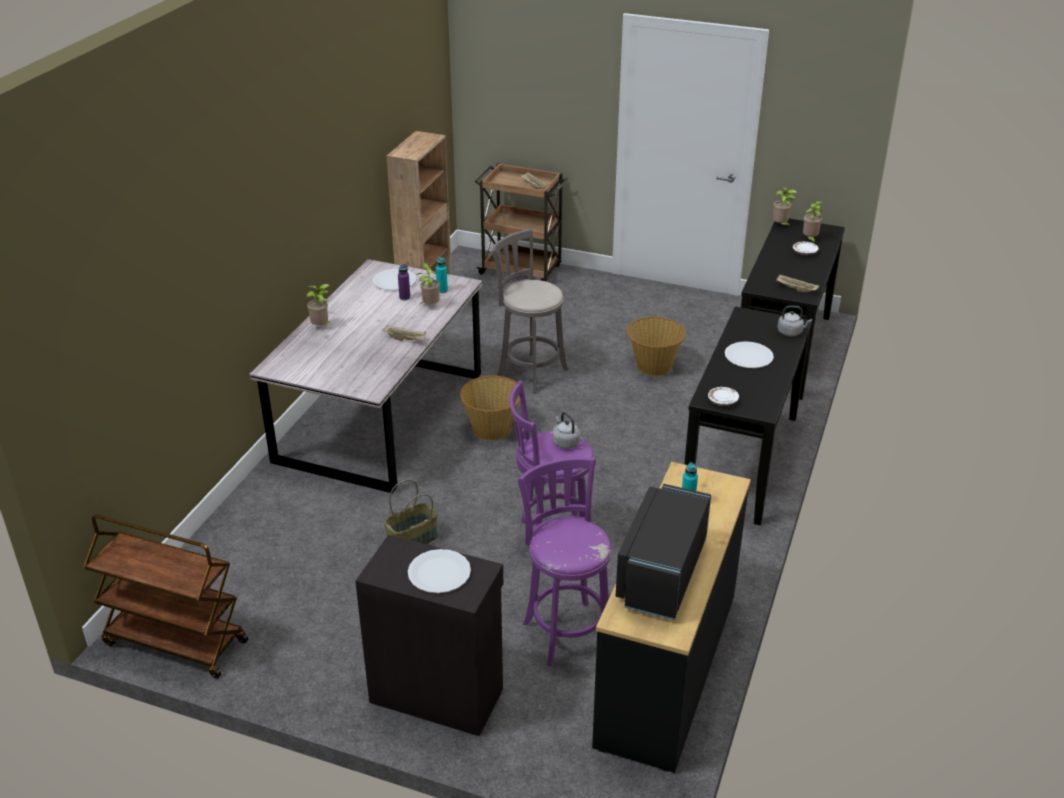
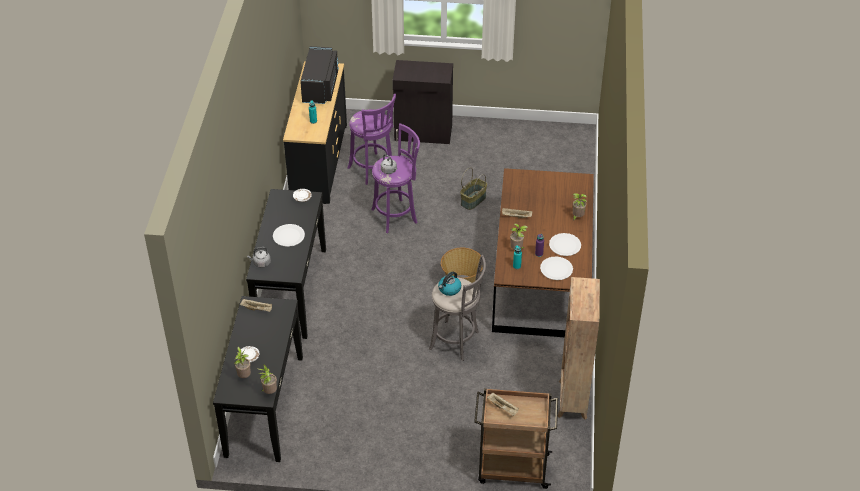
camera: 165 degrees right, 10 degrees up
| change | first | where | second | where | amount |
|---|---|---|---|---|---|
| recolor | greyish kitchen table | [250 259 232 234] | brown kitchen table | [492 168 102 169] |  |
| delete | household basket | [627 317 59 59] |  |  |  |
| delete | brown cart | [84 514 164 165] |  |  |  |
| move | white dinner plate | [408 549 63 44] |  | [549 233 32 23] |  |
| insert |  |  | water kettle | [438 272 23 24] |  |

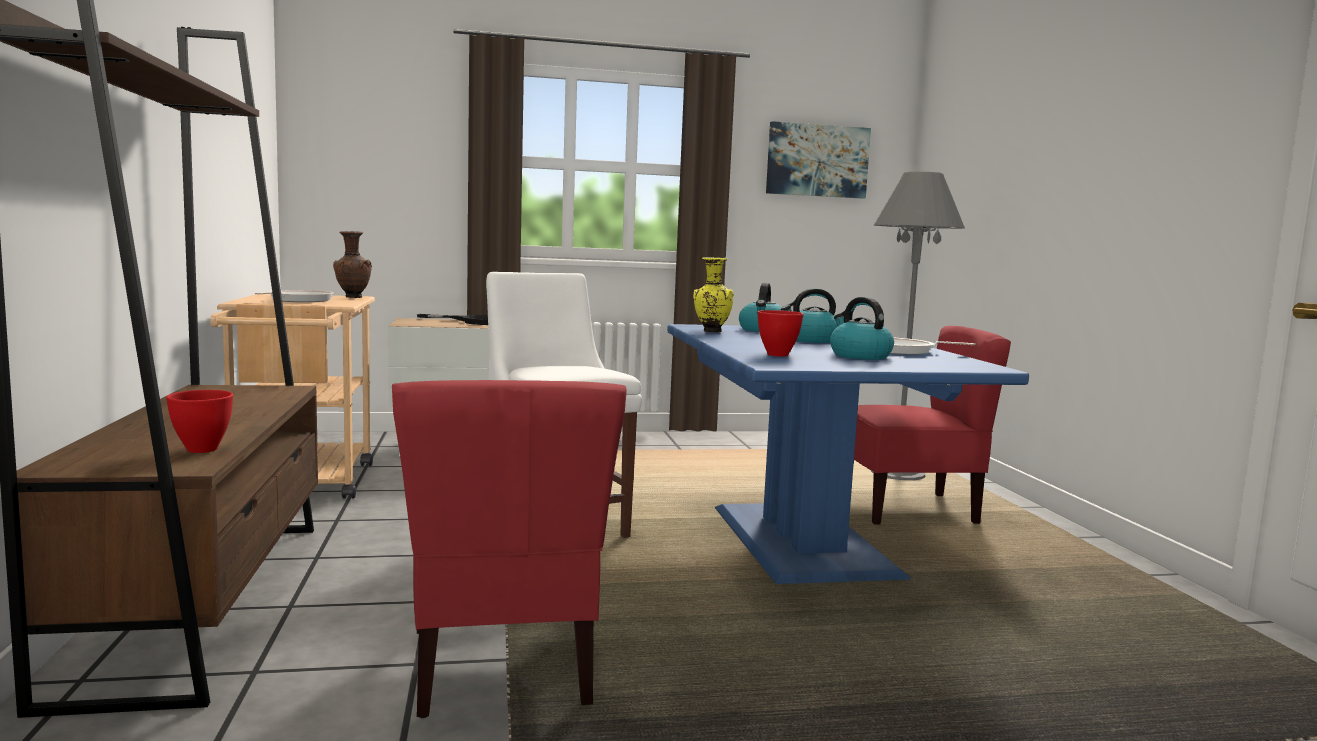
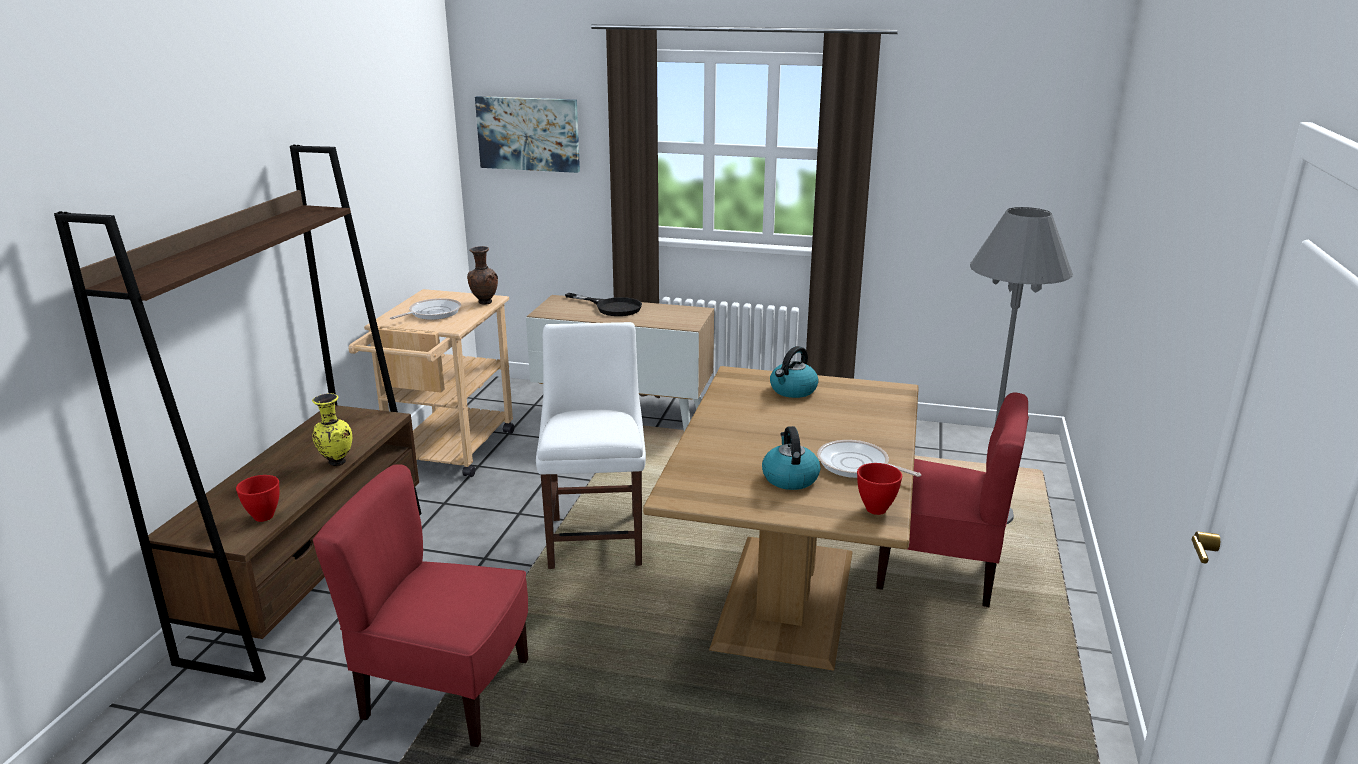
camera: 25 degrees right, 15 degrees up
| change | first | where | second | where | amount |
|---|---|---|---|---|---|
| move | wall art | [766 121 105 78] |  | [475 96 105 77] |  |
| move | yellow-coloured decorative vase | [693 257 41 75] |  | [312 393 40 73] |  |
| delete | water kettle | [781 288 57 55] |  |  |  |
| move | reddish serving bowl | [757 310 47 46] |  | [857 463 45 52] |  |
| recolor | blue kitchen table | [667 324 362 260] | brown kitchen table | [643 366 276 305] |  |
| rotate | reddish upright chair | [392 380 235 338] |  | [313 464 215 283] | 90 degrees clockwise |

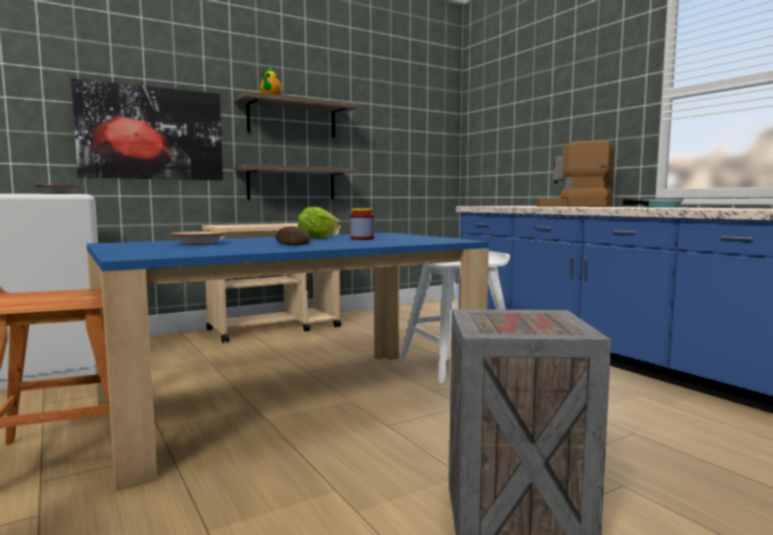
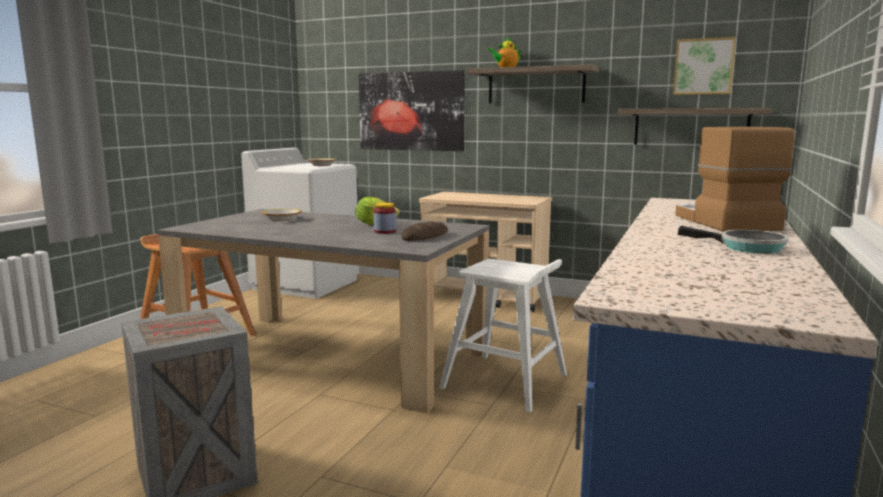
camera: 55 degrees right, 5 degrees up
| change | first | where | second | where | amount |
|---|---|---|---|---|---|
| move | bracket shelf | [234 164 124 35] |  | [618 108 153 36] |  |
| move | bread | [276 227 34 18] |  | [401 221 47 20] |  |
| recolor | blue kitchen table | [87 233 402 258] | greyish kitchen table | [157 209 332 205] |  |
| insert |  |  | wall art | [673 37 63 58] |  |

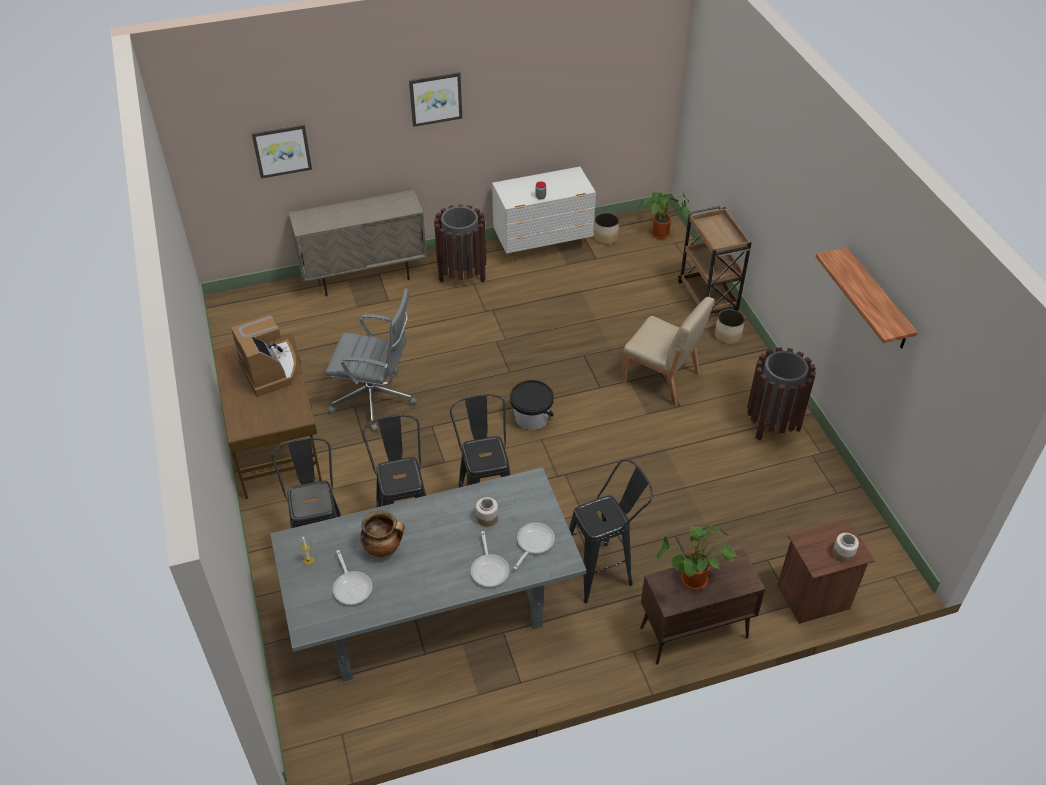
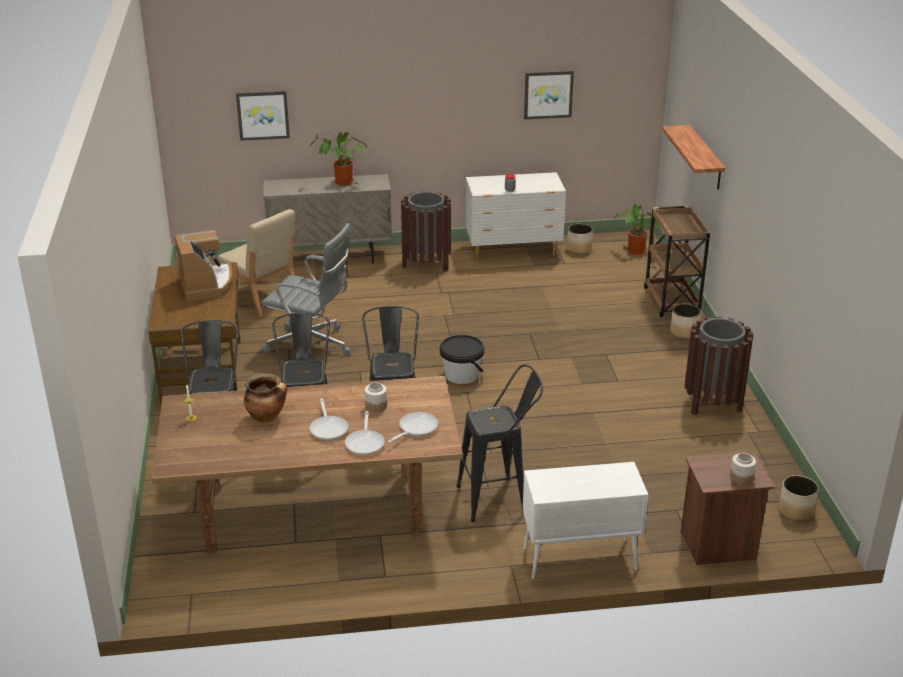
camera: 10 degrees right, 15 degrees down
| change | first | where | second | where | amount |
|---|---|---|---|---|---|
| move | wall art | [409 72 53 55] |  | [524 71 50 49] |  |
| move | bracket shelf | [816 247 102 102] |  | [662 125 63 65] |  |
| move | sand-coloured upright chair | [622 297 92 109] |  | [218 209 77 108] |  |
| recolor | greyish kitchen table | [270 467 316 215] | brown kitchen table | [152 376 311 178] |  |
| move | potted plant | [657 524 80 66] |  | [310 132 57 54] |  |
| recolor | brown cabinet | [640 549 126 116] | white cabinet | [523 462 125 118] |  |
| move | frying pan | [333 550 39 55] |  | [309 398 40 43] |  |
| insert |  |  | planter | [778 475 41 46] |  |

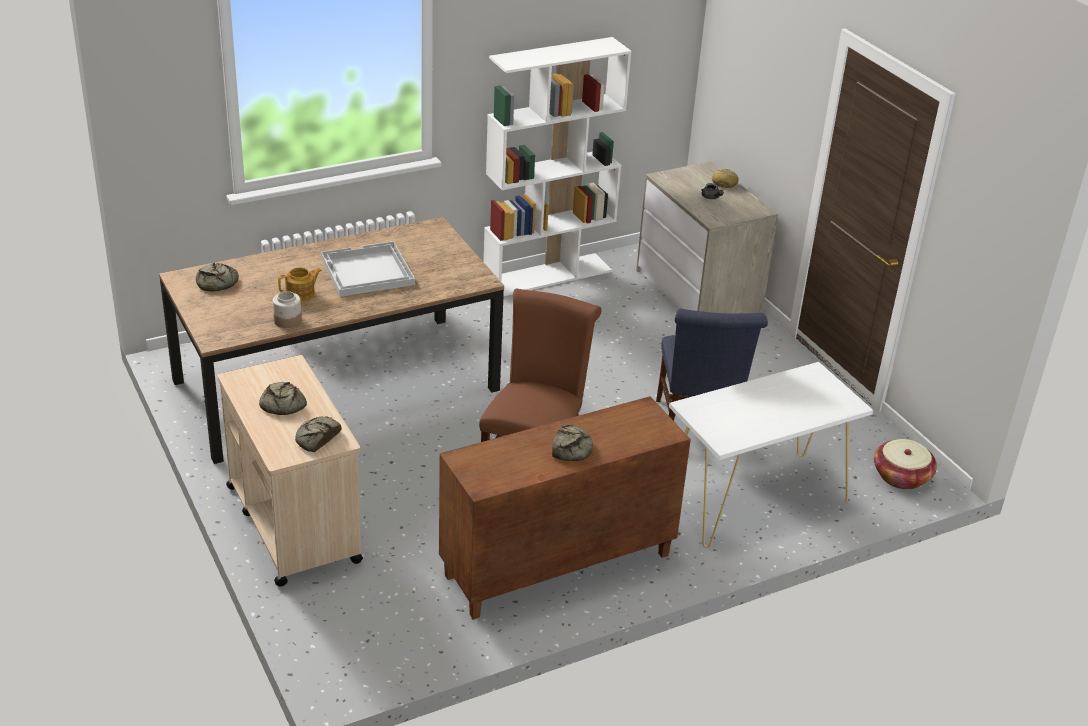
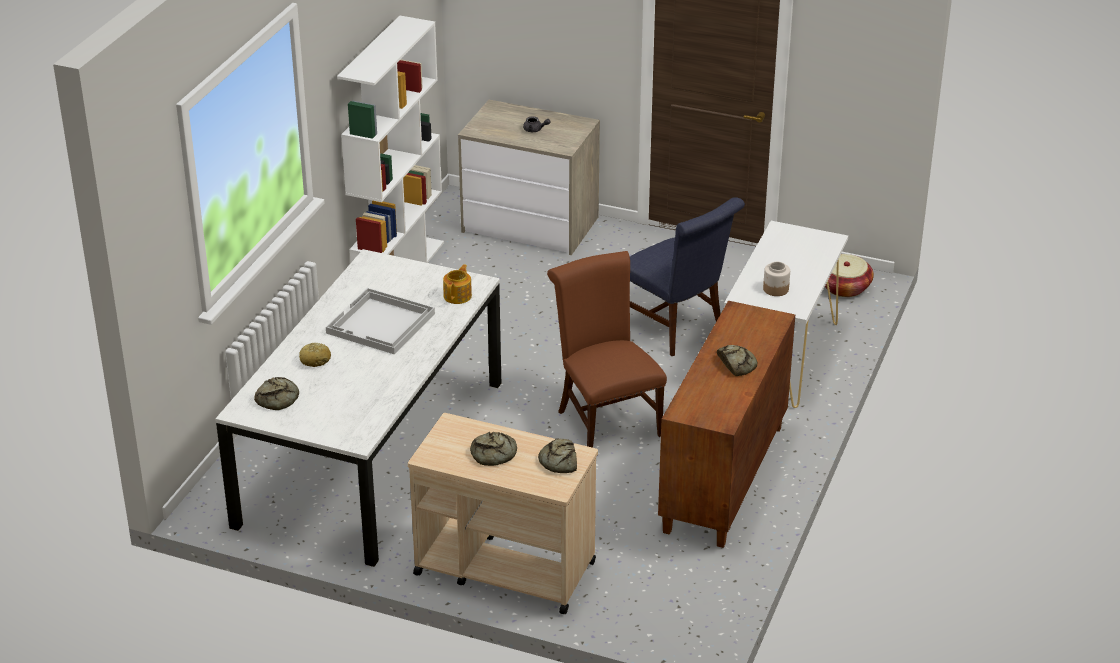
camera: 40 degrees left, 0 degrees up
| change | first | where | second | where | amount |
|---|---|---|---|---|---|
| move | bread | [712 169 27 19] |  | [299 343 32 24] |  |
| recolor | brown kitchen table | [159 217 345 247] | white kitchen table | [215 249 286 318] |  |
| move | teapot | [278 268 44 34] |  | [443 264 29 40] |  |
| move | preserve jar | [273 291 29 37] |  | [763 262 27 34] |  |

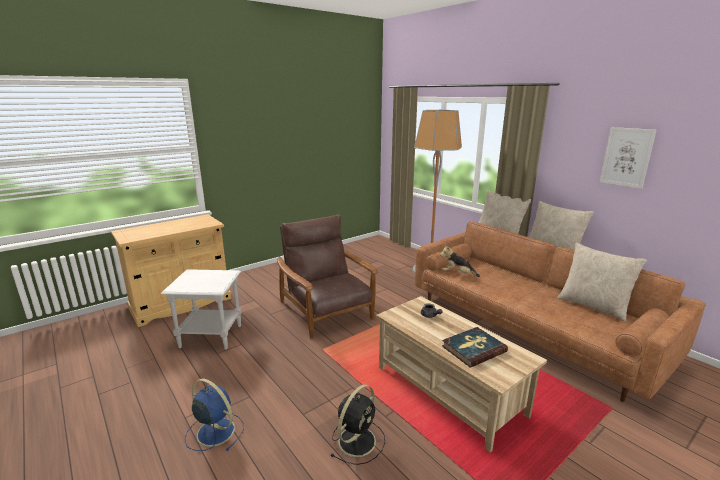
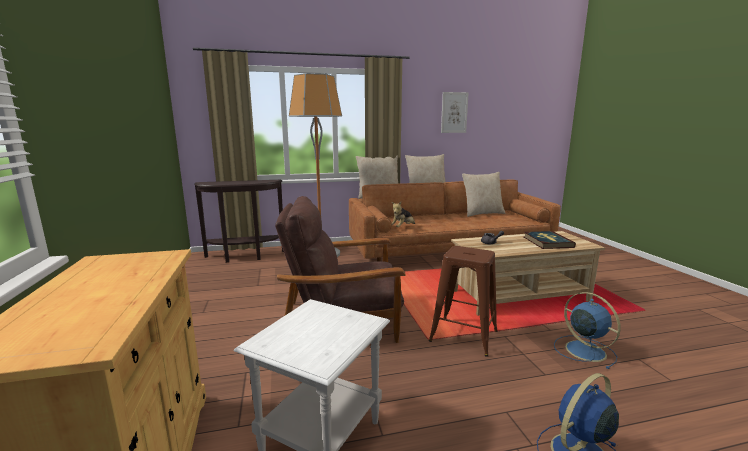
camera: 65 degrees left, 5 degrees down
| change | first | where | second | where | amount |
|---|---|---|---|---|---|
| recolor | black fan | [331 384 54 81] | blue fan | [554 292 67 77] |  |
| insert |  |  | brown console table | [194 180 90 82] |  |
| insert |  |  | brown stool | [429 246 69 110] |  |

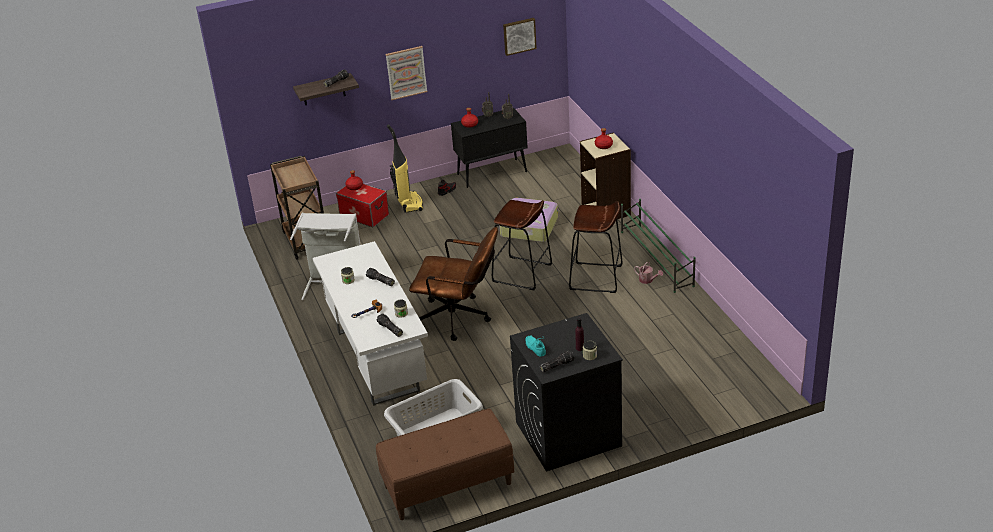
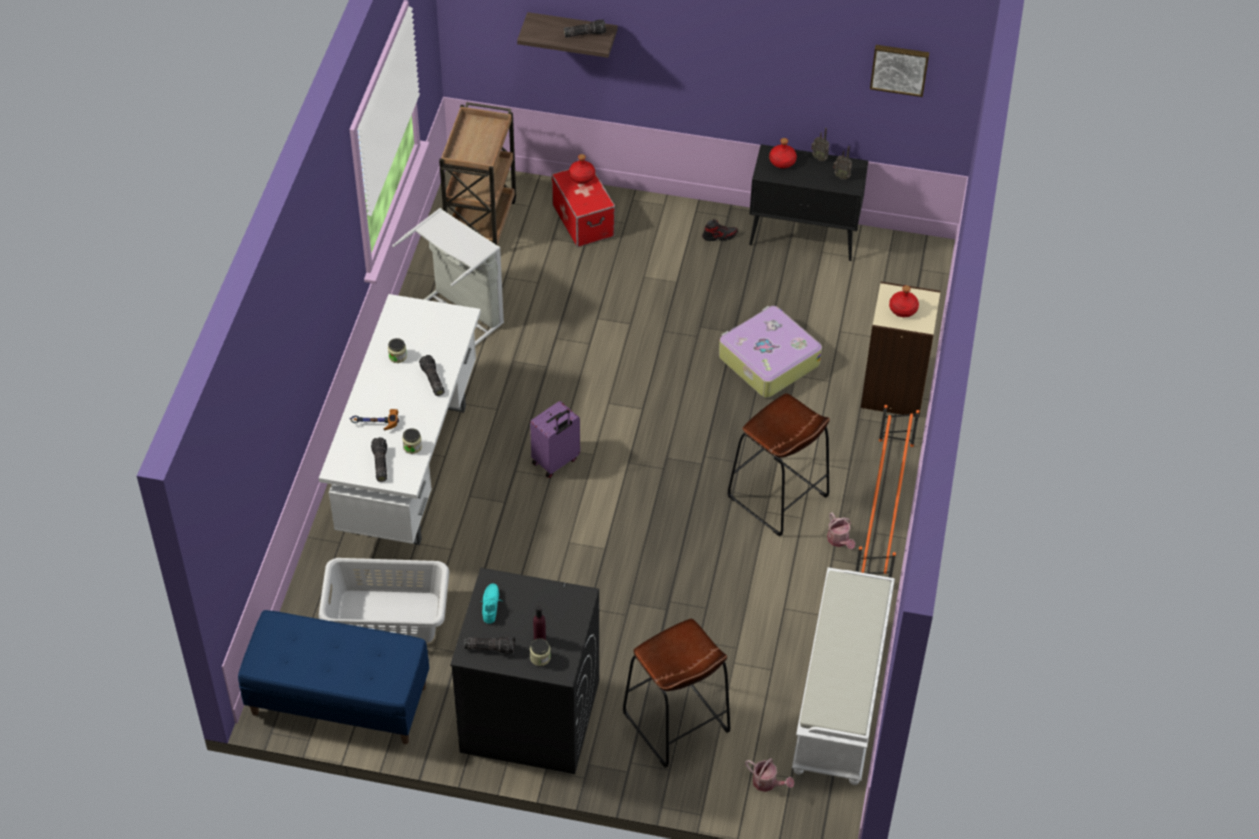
camera: 30 degrees right, 15 degrees up
| change | first | where | second | where | amount |
|---|---|---|---|---|---|
| delete | wall art | [386 46 41 54] |  |  |  |
| delete | vacuum | [387 124 36 89] |  |  |  |
| recolor | green shoe stand | [621 199 75 94] | orangey shoe stand | [855 405 64 173] |  |
| move | brown stool | [492 200 60 90] |  | [623 619 107 149] |  |
| replace | brown office chair | [409 227 89 114] | purple travel case | [530 401 50 77] |  |
| recolor | brown indoor bench | [376 408 138 112] | blue indoor bench | [238 610 191 134] |  |
| insert |  |  | white indoor bench | [792 567 103 218] |  |
| insert |  |  | watering pot | [745 758 49 34] |  |

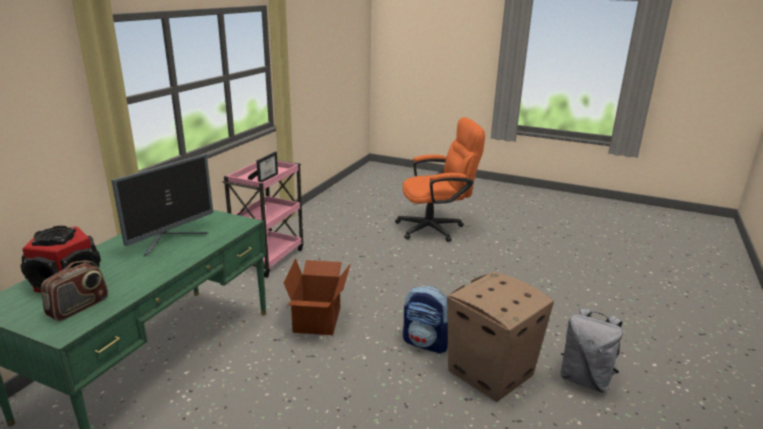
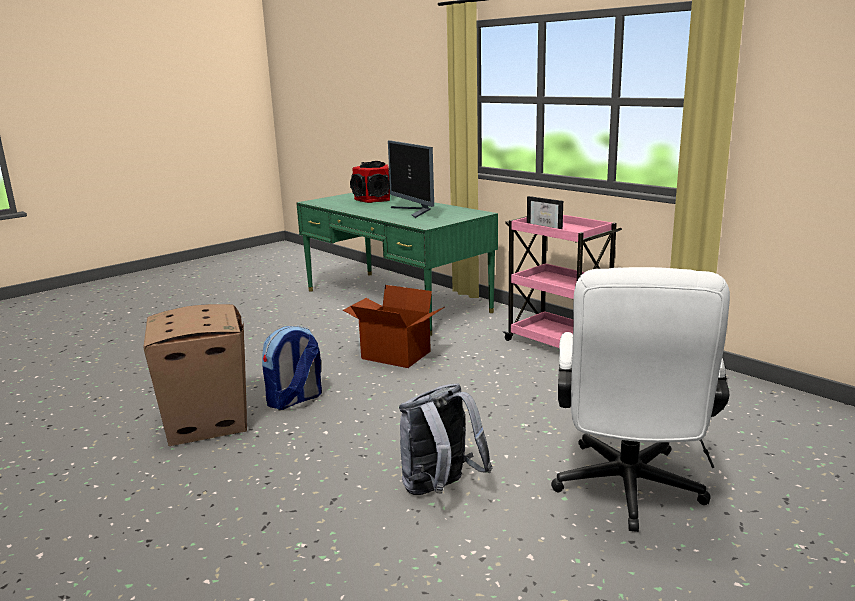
camera: 115 degrees right, 5 degrees down
| change | first | where | second | where | amount |
|---|---|---|---|---|---|
| recolor | orangey office chair | [395 117 90 125] | white office chair | [551 267 179 265] |  |
| delete | radio set | [41 261 67 60] |  |  |  |
| move | greyish knapsack | [561 309 62 84] |  | [399 383 94 112] |  |

